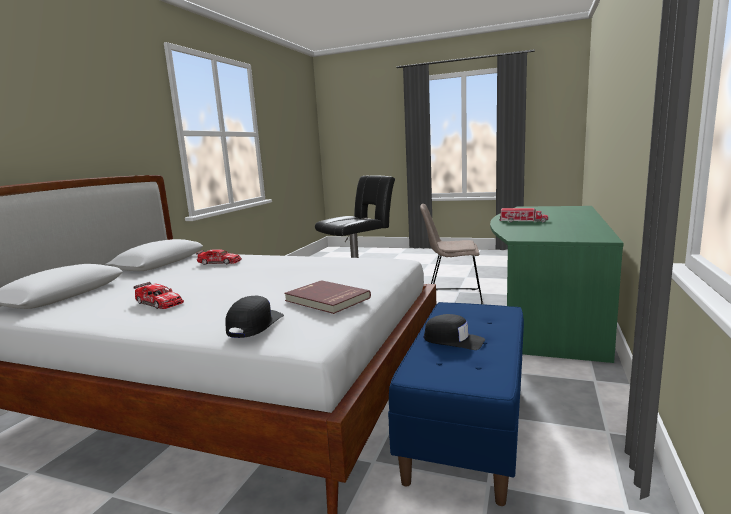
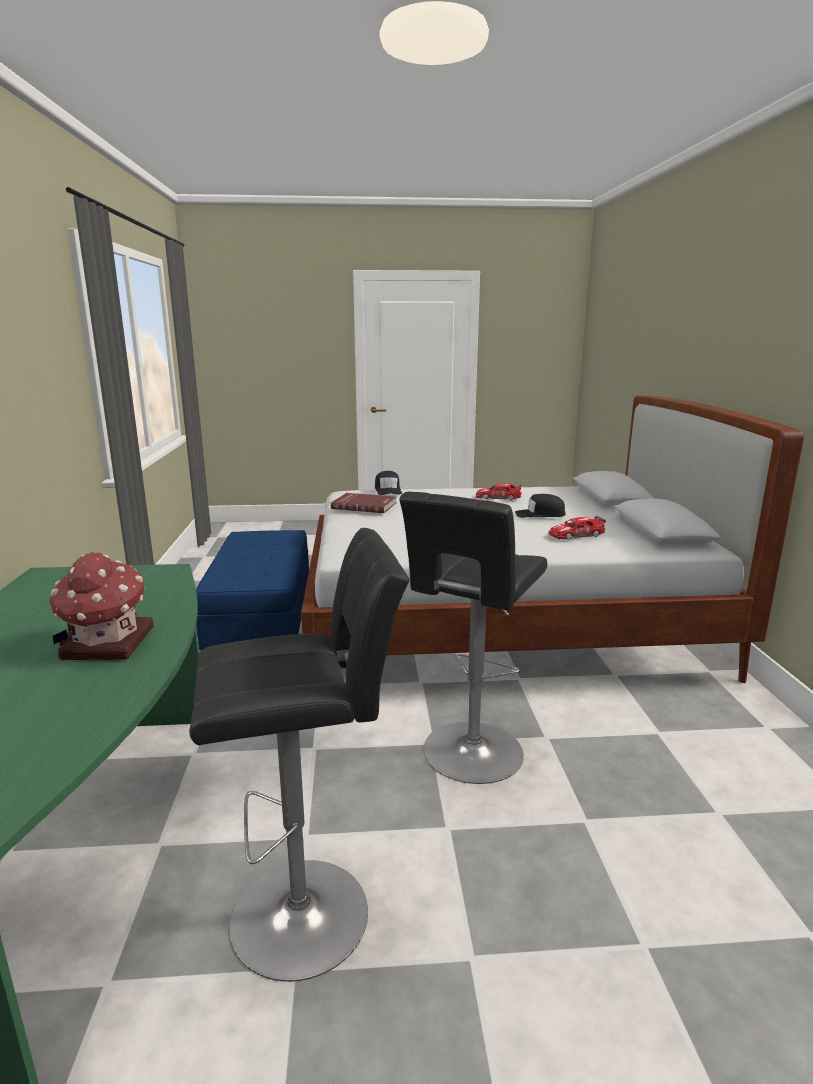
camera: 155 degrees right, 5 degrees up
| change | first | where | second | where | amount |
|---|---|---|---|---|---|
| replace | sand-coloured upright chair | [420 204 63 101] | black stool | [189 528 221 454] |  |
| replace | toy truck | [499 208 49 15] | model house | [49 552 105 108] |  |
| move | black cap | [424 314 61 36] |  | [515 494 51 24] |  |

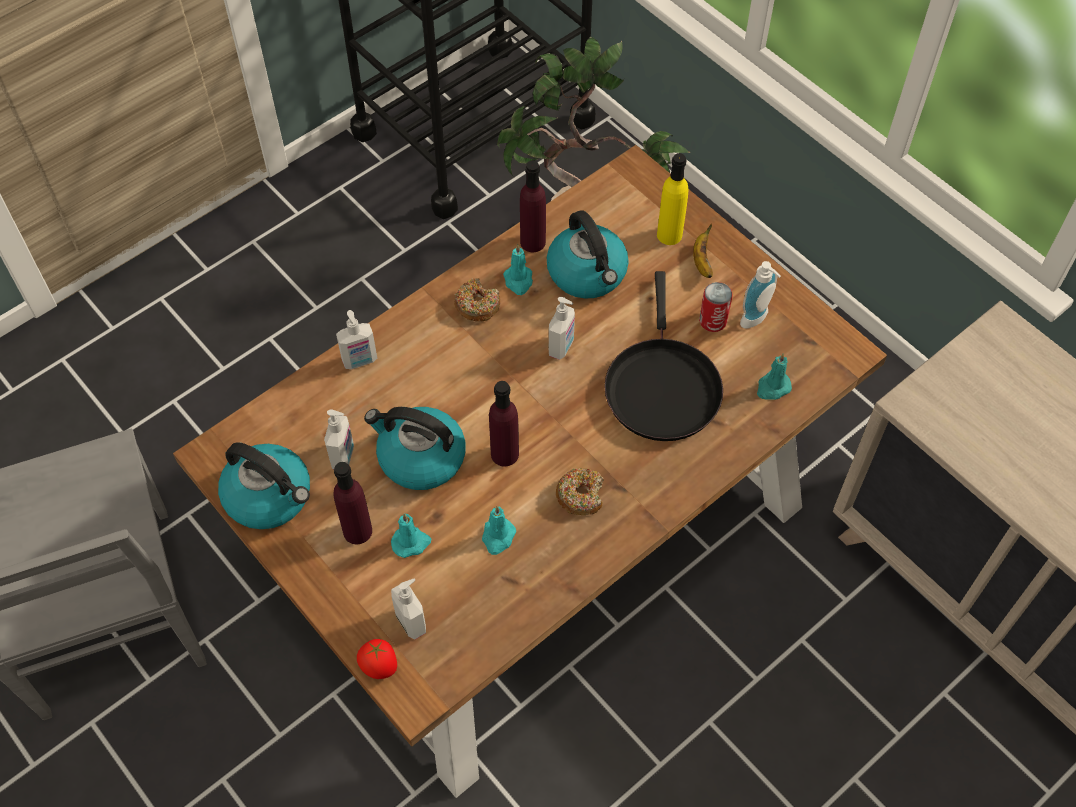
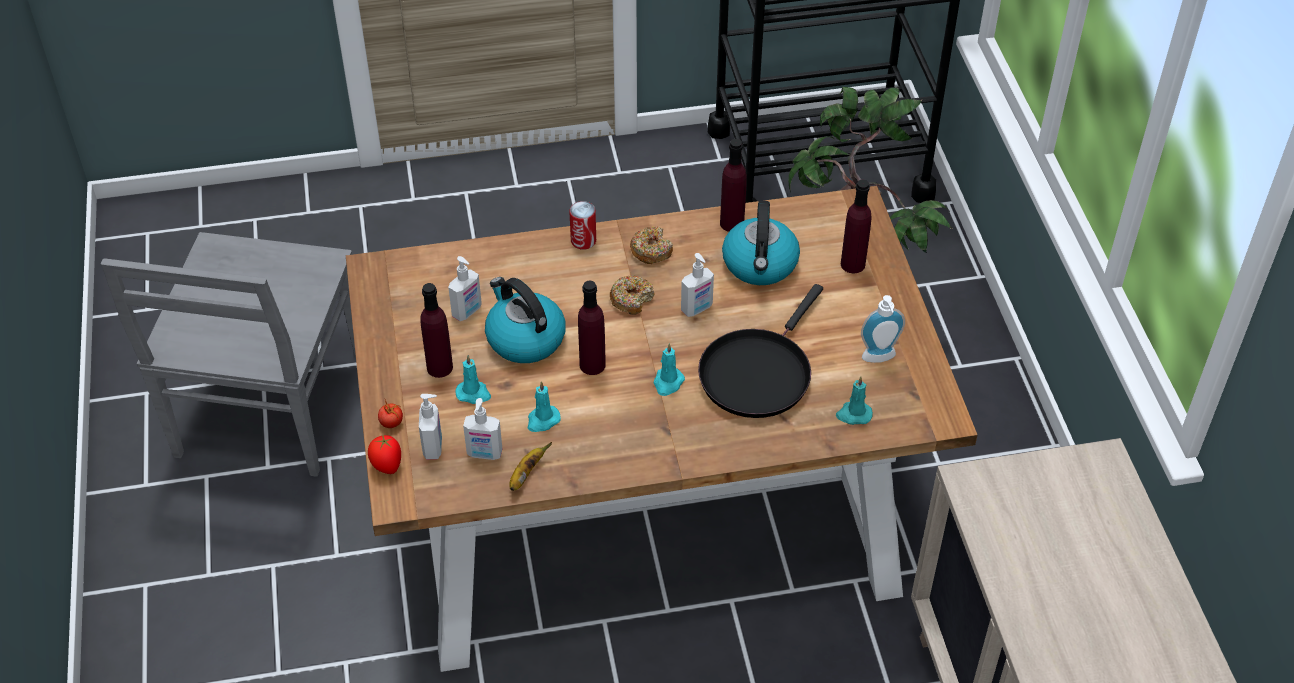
camera: 30 degrees right, 10 degrees down
| change | first | where | second | where | amount |
|---|---|---|---|---|---|
| recolor | yellow-coloured drink bottle | [657 153 31 92] | purple drink bottle | [841 180 31 93] |  |
| move | banana fruit | [693 224 20 54] |  | [510 442 42 49] |  |
| move | blue-green wax candle | [503 244 30 51] |  | [653 343 32 53] |  |
| move | metal can | [699 282 34 50] |  | [569 201 27 49] |  |
| move | soap bottle | [336 310 41 59] |  | [463 398 39 62] |  |
| delete | water kettle | [218 442 92 87] |  |  |  |
| move | doughnut | [555 468 49 48] |  | [610 275 45 40] |  |
| insert |  |  | whole tomato | [378 399 25 29] |  |

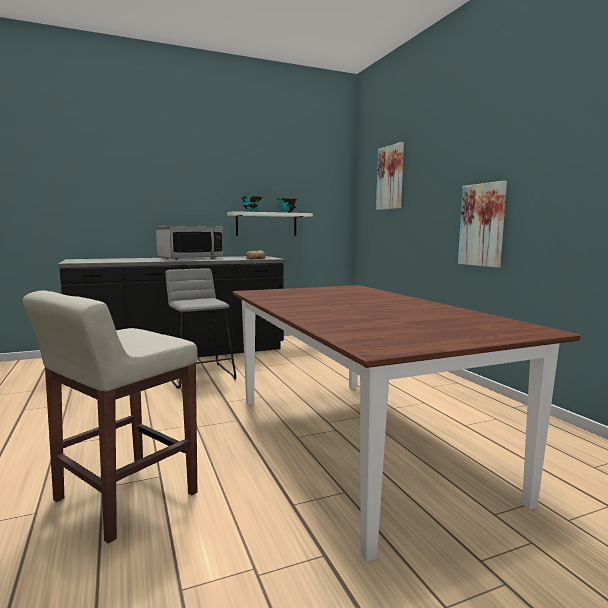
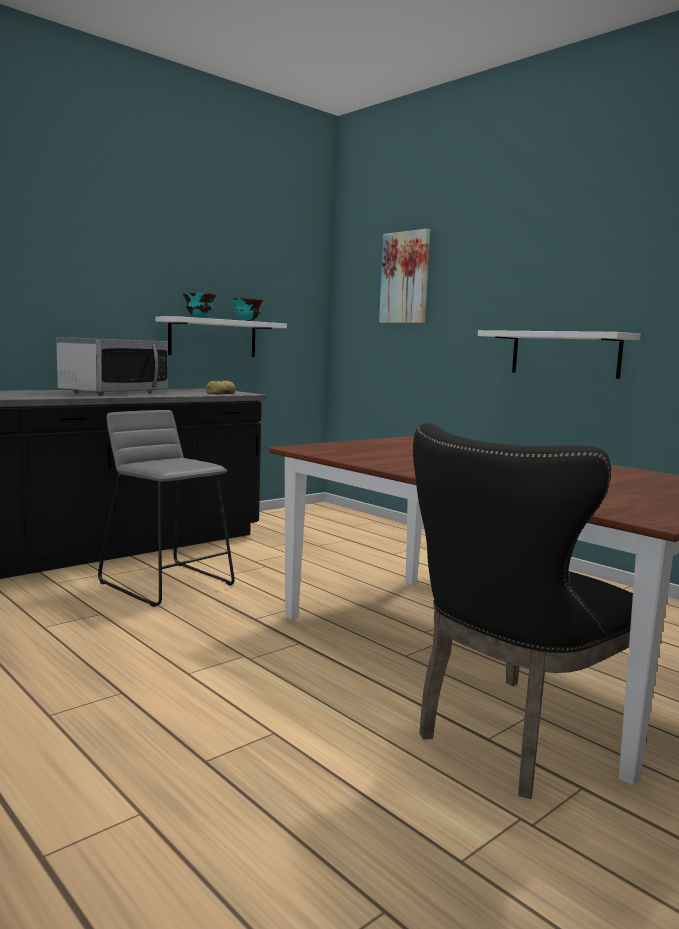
camera: 20 degrees left, 0 degrees up
| change | first | where | second | where | amount |
|---|---|---|---|---|---|
| replace | wall art | [458 181 49 87] | white bracket shelf | [478 330 163 49] |  |
| delete | sand-coloured stool | [23 290 175 254] |  |  |  |
| insert |  |  | black upright chair | [413 423 234 376] |  |

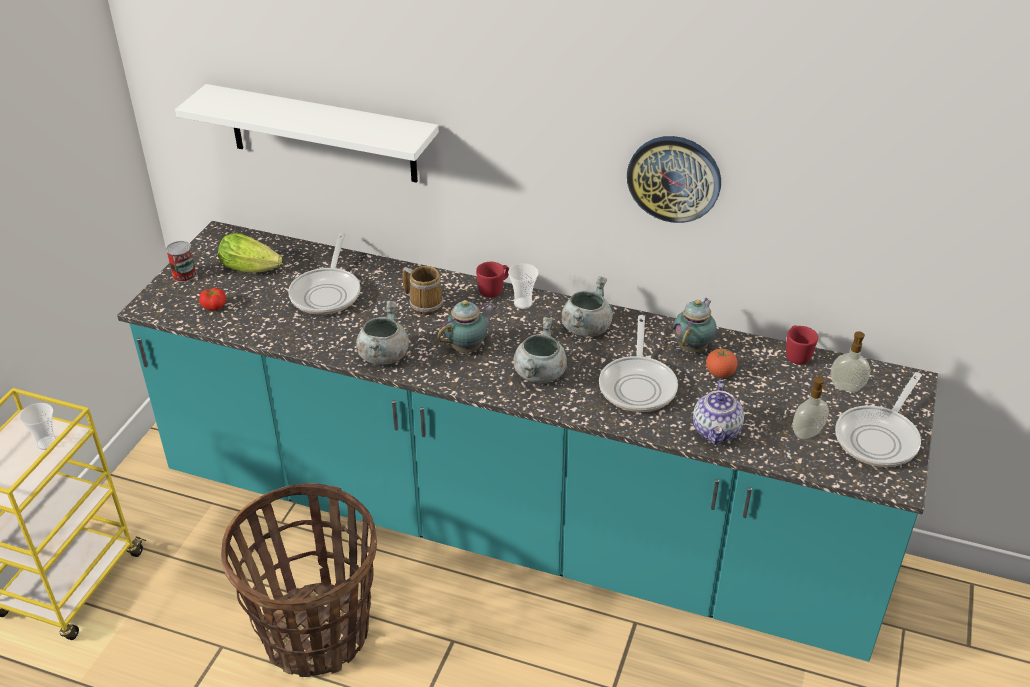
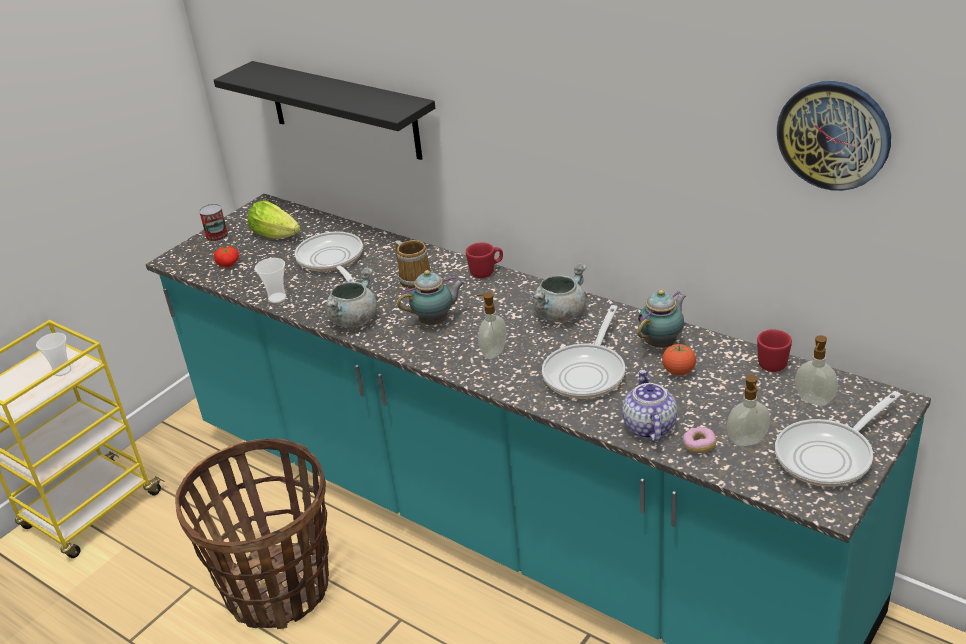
camera: 20 degrees right, 5 degrees down
| change | first | where | second | where | amount |
|---|---|---|---|---|---|
| recolor | white bracket shelf | [175 84 264 99] | black bracket shelf | [214 61 221 99] |  |
| move | wall clock | [627 136 94 87] |  | [777 81 114 110] |  |
| rotate | frying pan | [288 233 72 82] |  | [295 231 68 51] | 135 degrees clockwise |
| move | small cup | [508 263 31 46] |  | [255 258 32 45] |  |
| replace | greyish saucepot | [513 317 54 66] | soap bottle | [477 292 29 67] |  |
| rotate | teapot | [693 380 51 65] |  | [622 370 55 73] | 150 degrees clockwise |
| insert |  |  | doughnut | [683 427 33 26] |  |

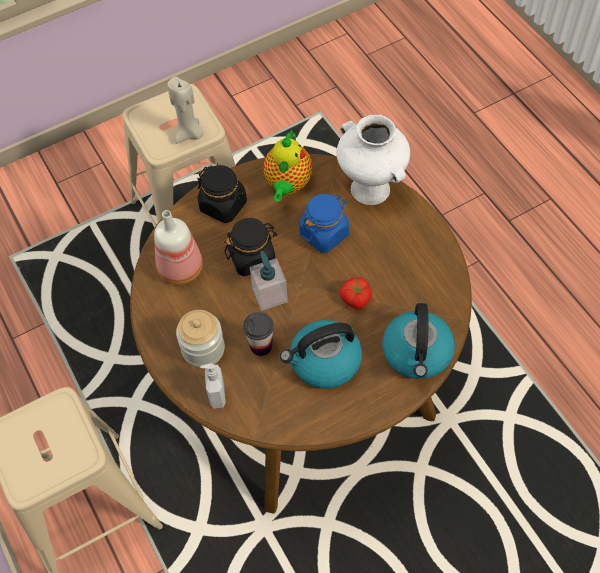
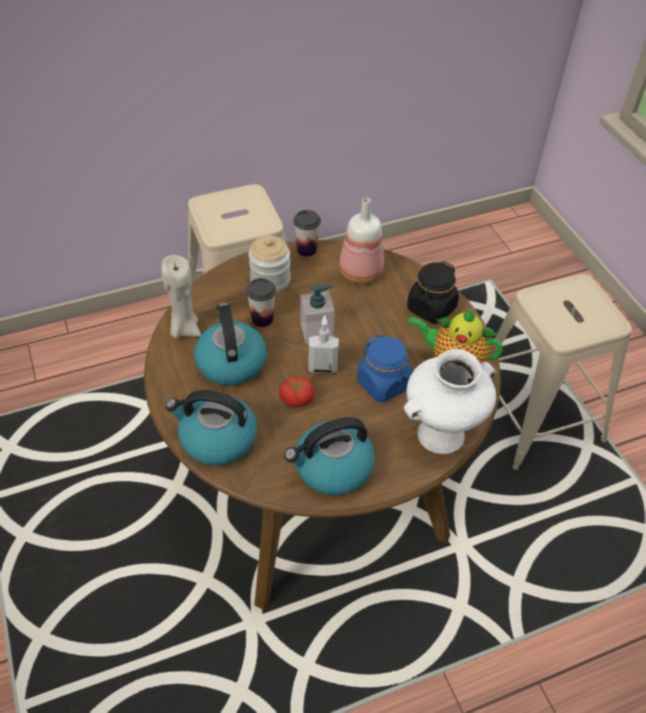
camera: 95 degrees right, 10 degrees down
| change | first | where | second | where | amount |
|---|---|---|---|---|---|
| move | sand-coloured wax candle | [167 77 37 67] |  | [162 255 39 84] |  |
| delete | black preserve jar | [225 218 52 58] |  |  |  |
| move | soap bottle | [200 363 26 46] |  | [309 315 30 59] |  |
| insert |  |  | small cup | [293 210 28 46] |  |
| insert |  |  | water kettle | [284 417 91 78] |  |

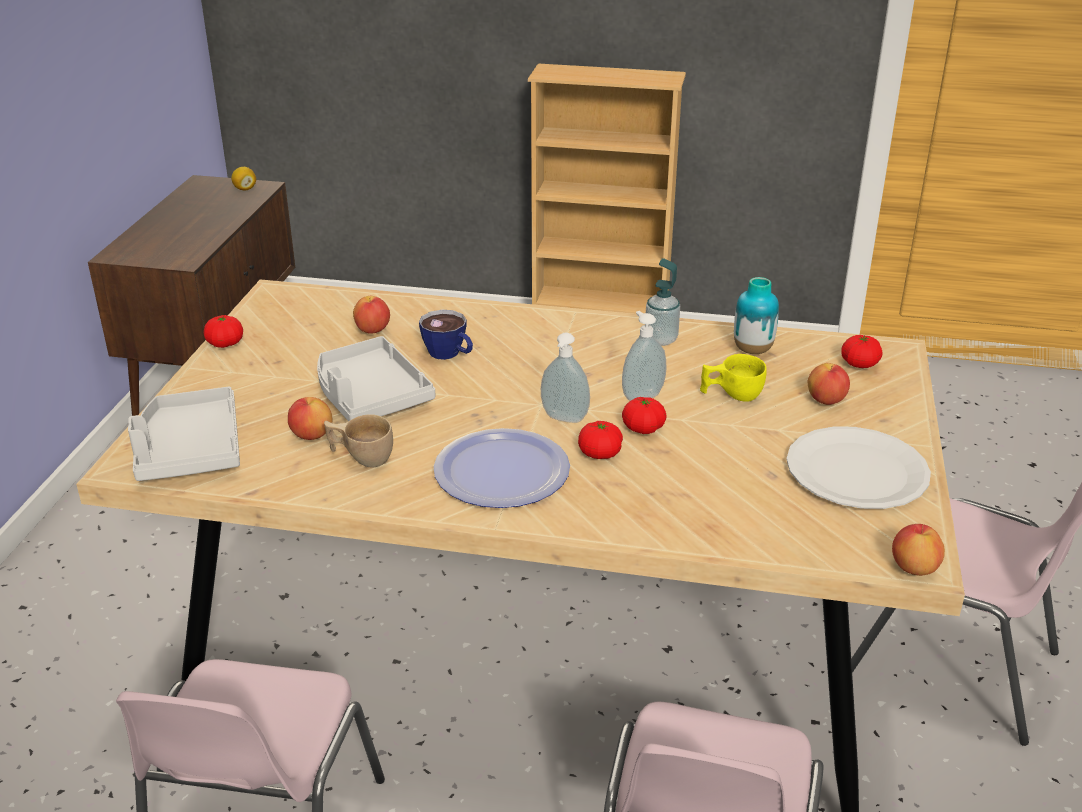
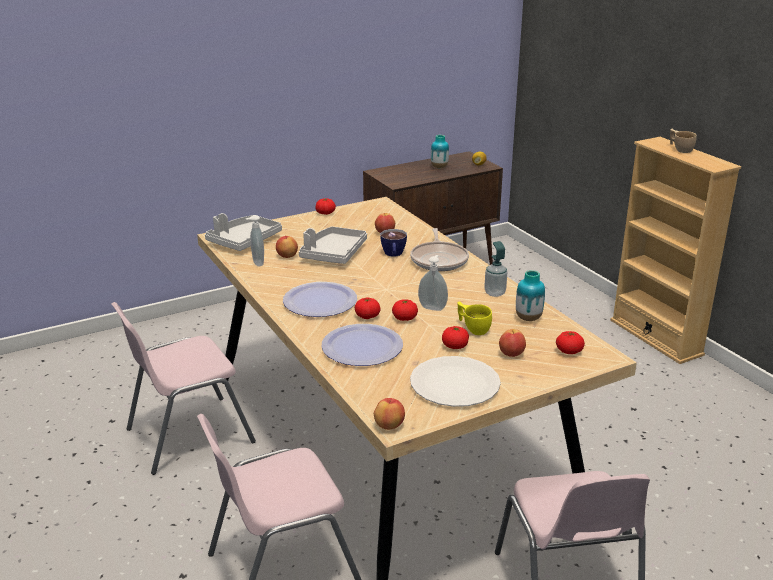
camera: 50 degrees right, 5 degrees down
| change | first | where | second | where | amount |
|---|---|---|---|---|---|
| move | soap bottle | [541 333 49 90] |  | [246 215 18 51] |  |
| move | sand-coloured small cup | [324 414 69 54] |  | [670 129 27 24] |  |
| insert |  |  | decorative vase | [431 135 18 33] |  |
| insert |  |  | frying pan | [410 228 59 43] |  |
| insert |  |  | dinner plate | [321 324 82 42] |  |
| insert |  |  | whole tomato | [442 326 27 23] |  |

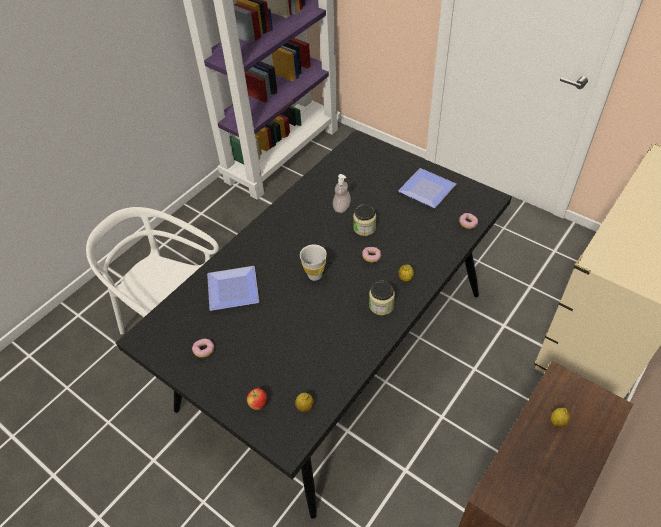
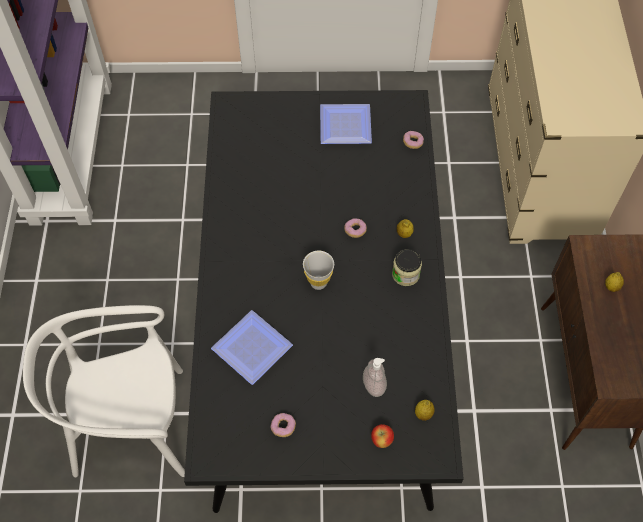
camera: 40 degrees left, 10 degrees up
| change | first | where | second | where | amount |
|---|---|---|---|---|---|
| move | soap bottle | [333 174 18 39] |  | [363 358 24 39] |  |
| delete | preserve jar | [353 204 23 32] |  |  |  |

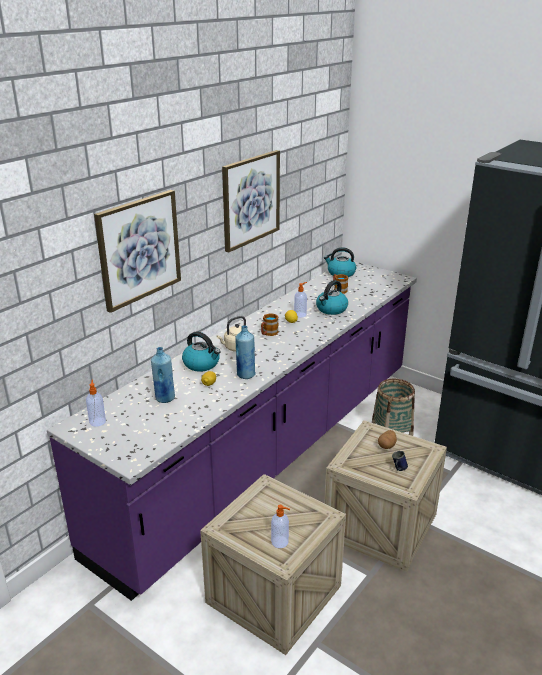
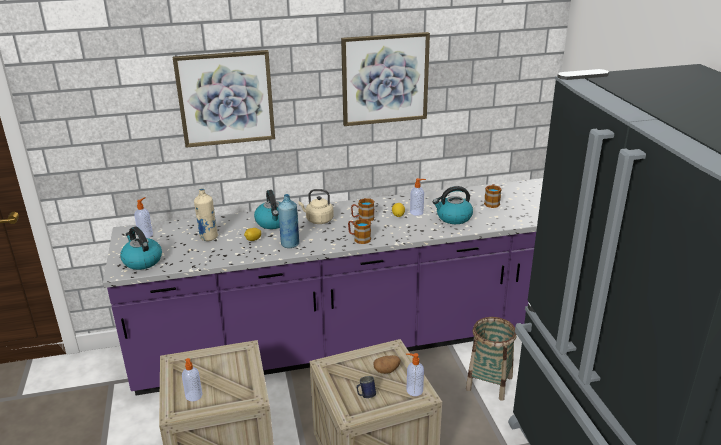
camera: 40 degrees right, 0 degrees up
| change | first | where | second | where | amount |
|---|---|---|---|---|---|
| move | water kettle | [324 247 32 30] |  | [120 227 42 43] |  |
| recolor | blue drink bottle | [151 347 24 56] | sand-coloured drink bottle | [194 188 24 53] |  |
| insert |  |  | tea mug | [348 219 23 25] |  |
| insert |  |  | soap bottle | [406 353 18 43] |  |

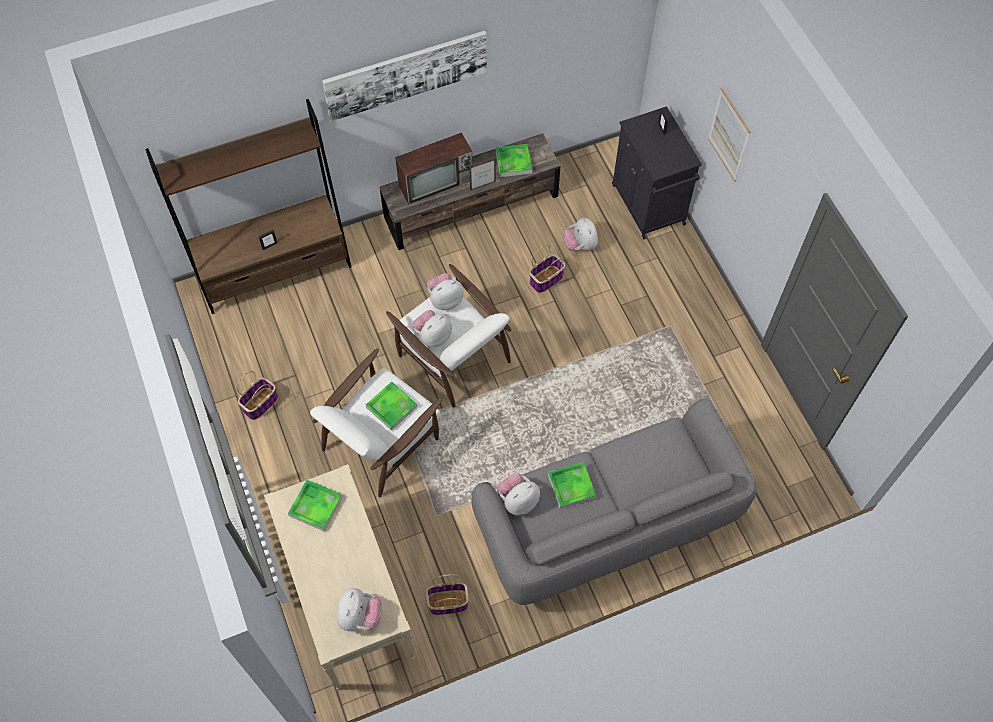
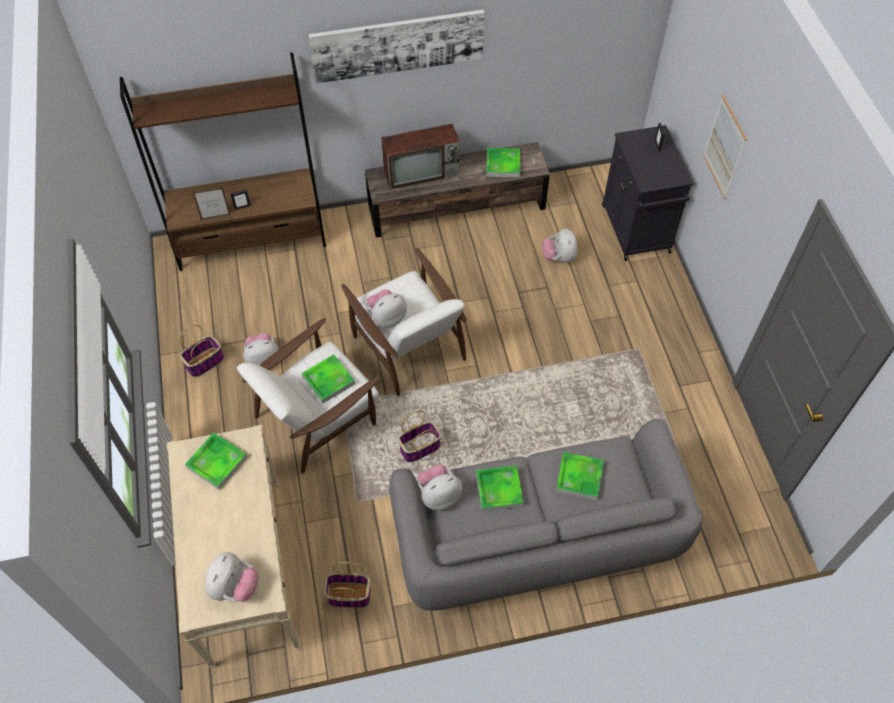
camera: 10 degrees right, 5 degrees down
| change | first | where | second | where | amount |
|---|---|---|---|---|---|
| move | standing frame | [469 159 27 31] |  | [193 188 38 32] |  |
| move | household basket | [529 245 36 48] |  | [398 411 43 51] |  |
| move | soft toy | [427 273 37 37] |  | [243 333 36 32] |  |
| insert |  |  | serving tray | [556 452 48 48] |  |

